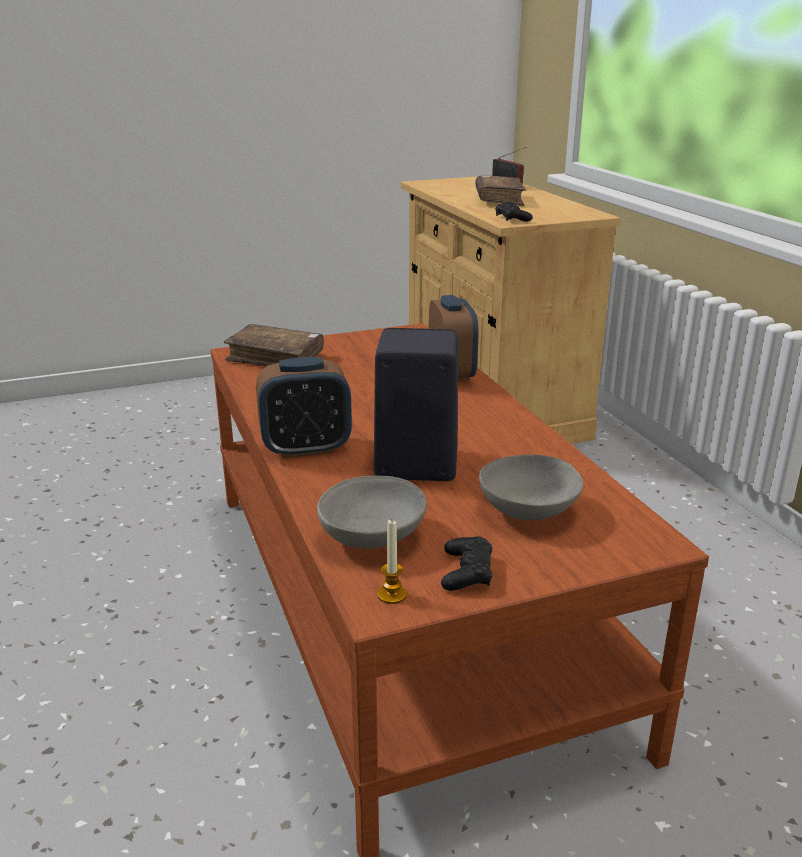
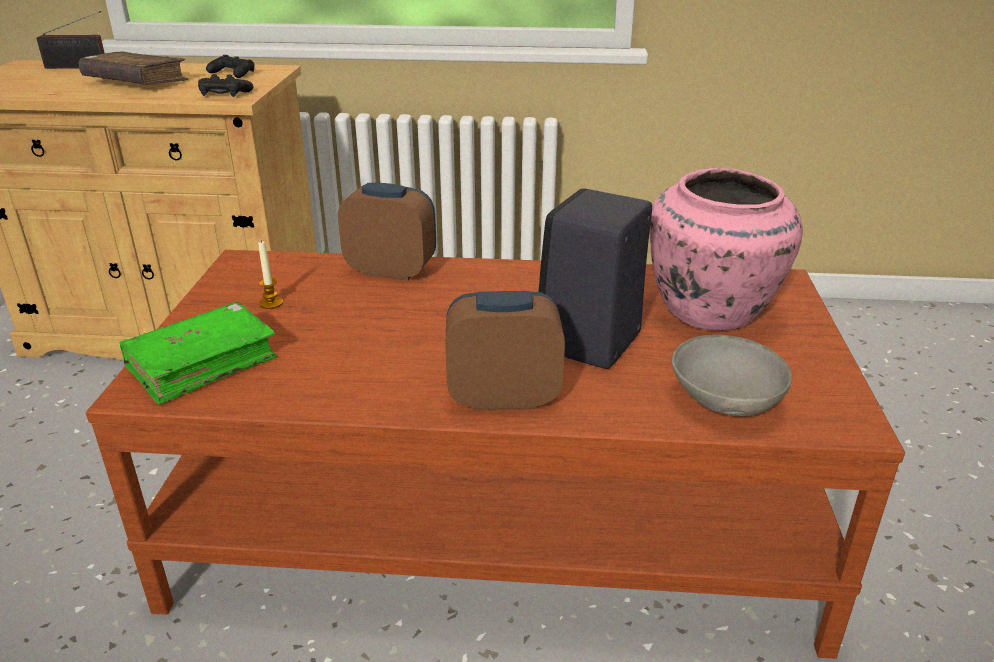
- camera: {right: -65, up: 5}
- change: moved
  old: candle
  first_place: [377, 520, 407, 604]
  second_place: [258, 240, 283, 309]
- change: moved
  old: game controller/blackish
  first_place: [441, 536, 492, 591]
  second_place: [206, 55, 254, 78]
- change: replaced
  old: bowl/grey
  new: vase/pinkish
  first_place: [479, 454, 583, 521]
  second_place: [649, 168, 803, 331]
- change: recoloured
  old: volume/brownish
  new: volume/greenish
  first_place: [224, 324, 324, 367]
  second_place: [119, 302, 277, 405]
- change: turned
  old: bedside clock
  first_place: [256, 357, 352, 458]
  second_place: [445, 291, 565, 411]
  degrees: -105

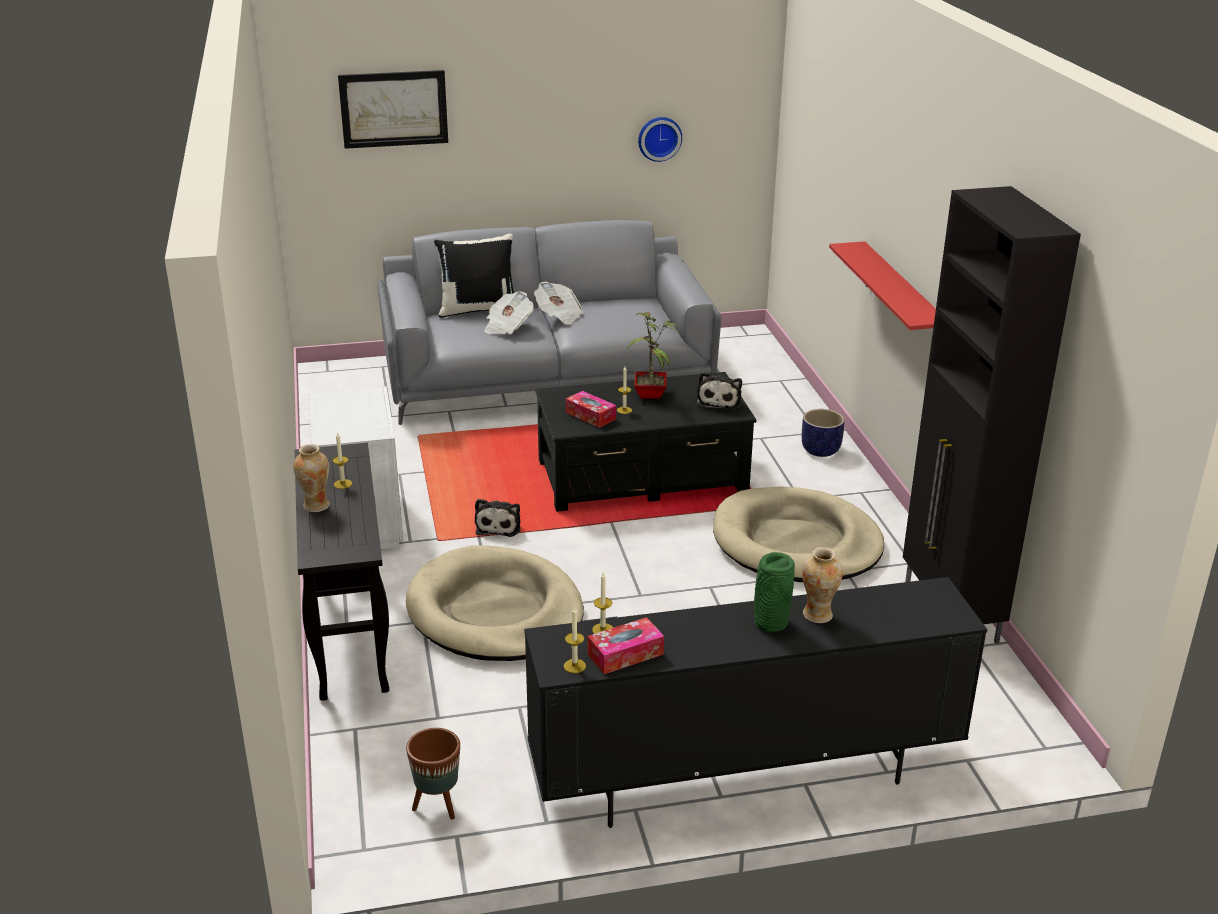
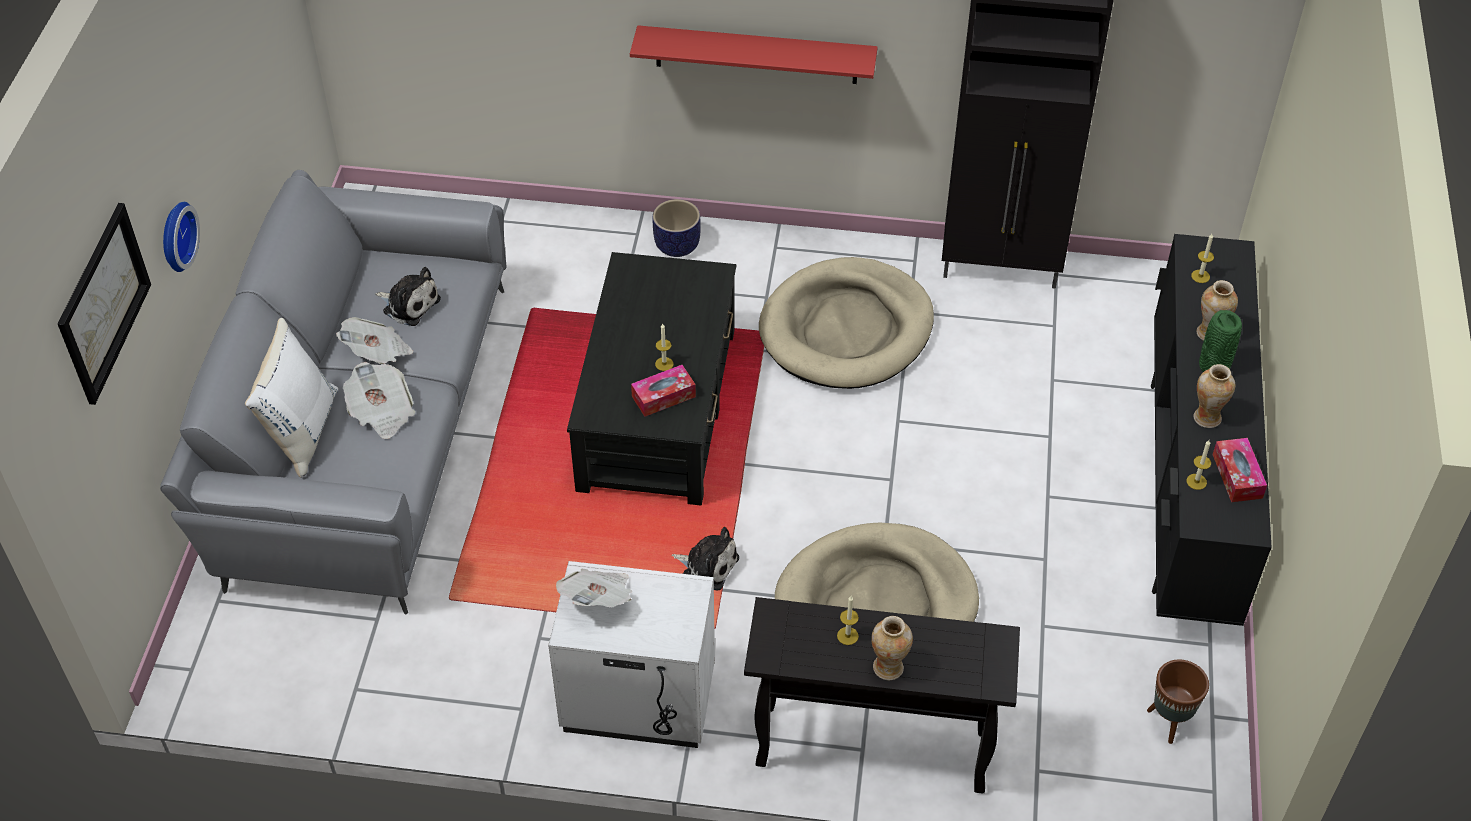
- camera: {right: -70, up: 20}
- change: removed
  old: potted plant
  first_place: [627, 312, 679, 399]
- change: added
  new: newspaper
  second_place: [556, 569, 632, 607]
- change: added
  new: vase
  second_place: [1194, 364, 1235, 428]
- change: moved
  old: candle
  first_place: [564, 606, 586, 673]
  second_place: [1191, 234, 1214, 283]
- change: moved
  old: hanging clock
  first_place: [638, 117, 682, 162]
  second_place: [163, 202, 200, 272]
- change: moved
  old: cuddly toy
  first_place: [697, 372, 742, 410]
  second_place: [376, 267, 441, 326]
- change: recoloured
  old: throw pillow/blackish
  new: throw pillow/whitish
  first_place: [434, 234, 514, 318]
  second_place: [245, 318, 338, 478]

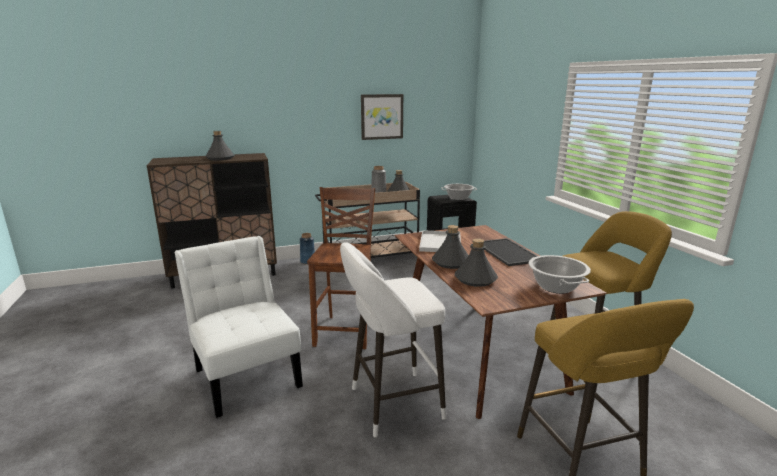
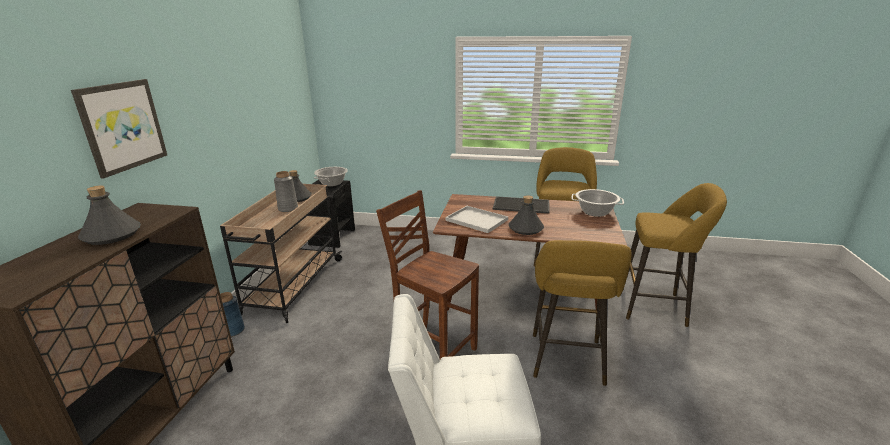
- camera: {right: -60, up: 5}
- change: removed
  old: drink bottle/grey
  first_place: [455, 239, 498, 287]
- change: moved
  old: wall picture
  first_place: [361, 94, 403, 140]
  second_place: [71, 79, 167, 178]
- change: recoloured
  old: sitting stool/whitish
  new: sitting stool/yellow
  first_place: [340, 242, 446, 437]
  second_place: [533, 240, 632, 386]

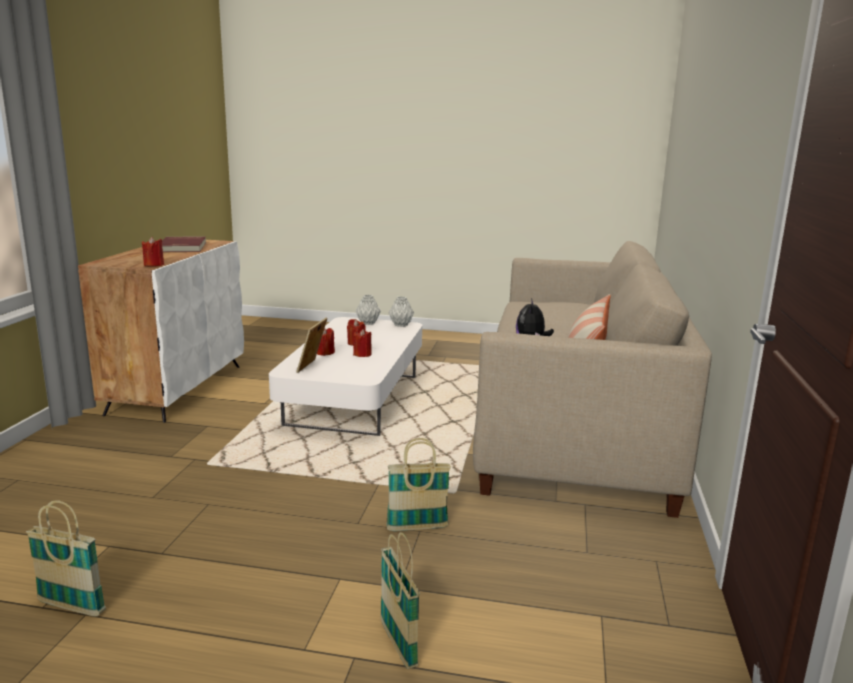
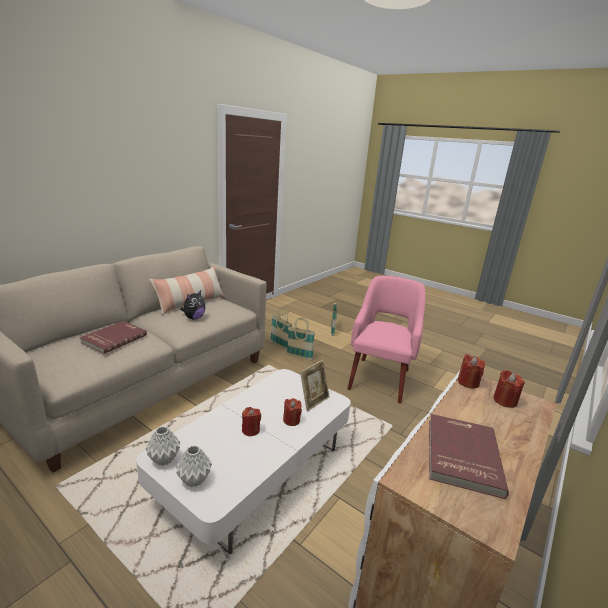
- camera: {right: -155, up: 5}
- change: added
  new: volume/reddish
  second_place: [80, 321, 147, 354]
- change: added
  new: lounge chair/pinkish
  second_place: [347, 276, 426, 404]
- change: moved
  old: basket
  first_place: [26, 500, 106, 616]
  second_place: [270, 308, 292, 350]
- change: moved
  old: candle/reddish
  first_place: [353, 329, 372, 357]
  second_place: [493, 370, 525, 408]

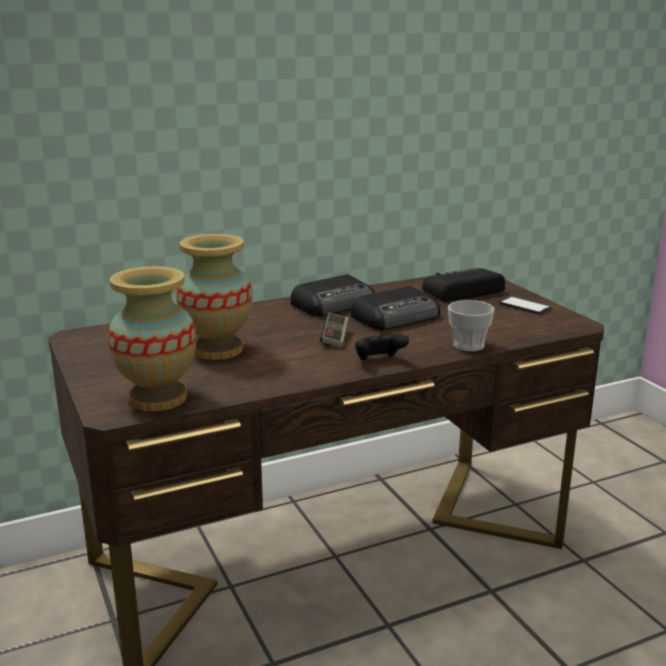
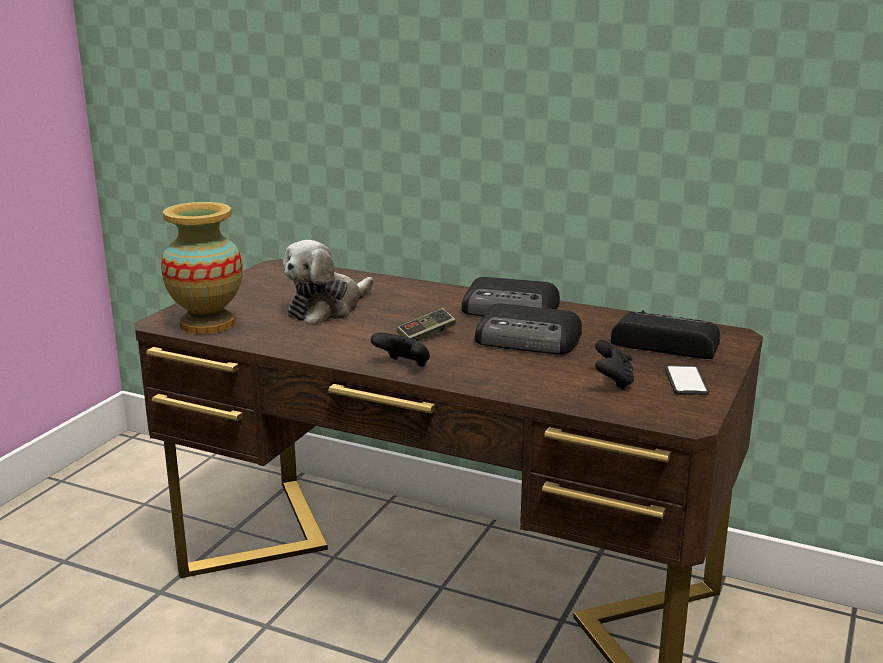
- camera: {right: 50, up: 0}
- change: removed
  old: drinking cup
  first_place: [448, 300, 494, 352]
- change: added
  new: game controller/blackish
  second_place: [595, 340, 634, 390]
- change: replaced
  old: vase
  new: cuddly toy
  first_place: [176, 234, 252, 360]
  second_place: [283, 240, 374, 325]

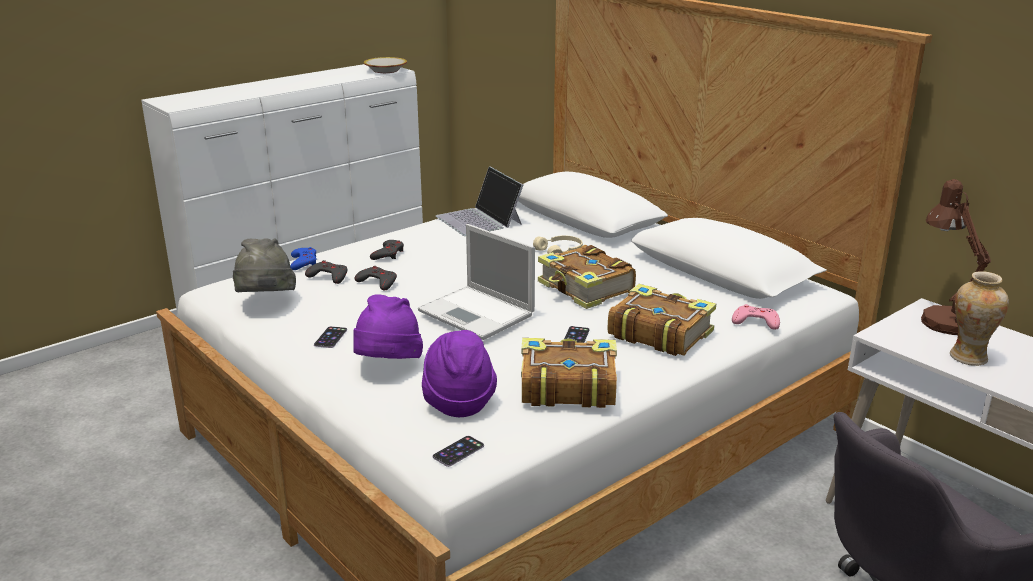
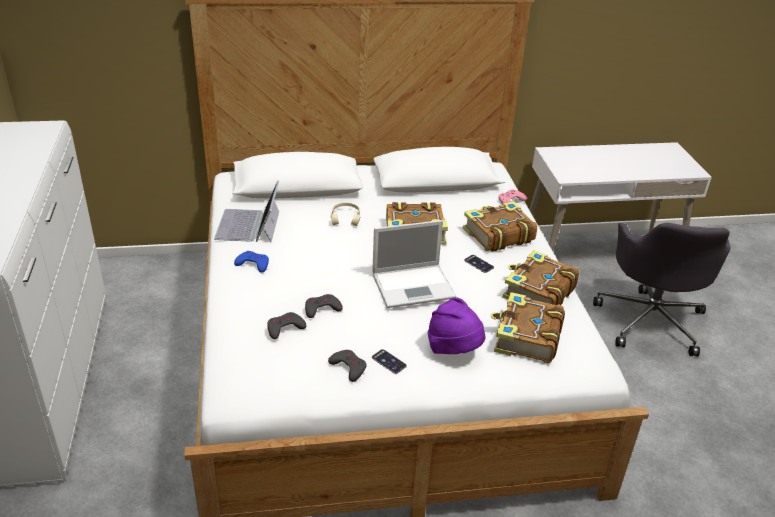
- camera: {right: -60, up: 10}
- change: removed
  old: clothing hat/grey
  first_place: [233, 238, 296, 292]
- change: removed
  old: bowl
  first_place: [364, 57, 407, 73]
- change: removed
  old: telephone
  first_place: [432, 436, 484, 467]
- change: removed
  old: lamp for a table/brownish
  first_place: [921, 179, 991, 335]
- change: removed
  old: vase
  first_place: [950, 271, 1009, 366]
- change: moved
  old: game controller/blue
  first_place: [290, 247, 316, 270]
  second_place: [234, 251, 269, 273]
- change: moved
  old: game controller/grey
  first_place: [370, 240, 404, 260]
  second_place: [328, 350, 367, 382]
- change: replaced
  old: clothing hat/purple-coloured
  new: volume
  first_place: [422, 330, 497, 417]
  second_place: [490, 292, 565, 363]
- change: turned
  old: notebook computer
  first_place: [436, 166, 523, 236]
  second_place: [214, 180, 279, 242]
  degrees: 90

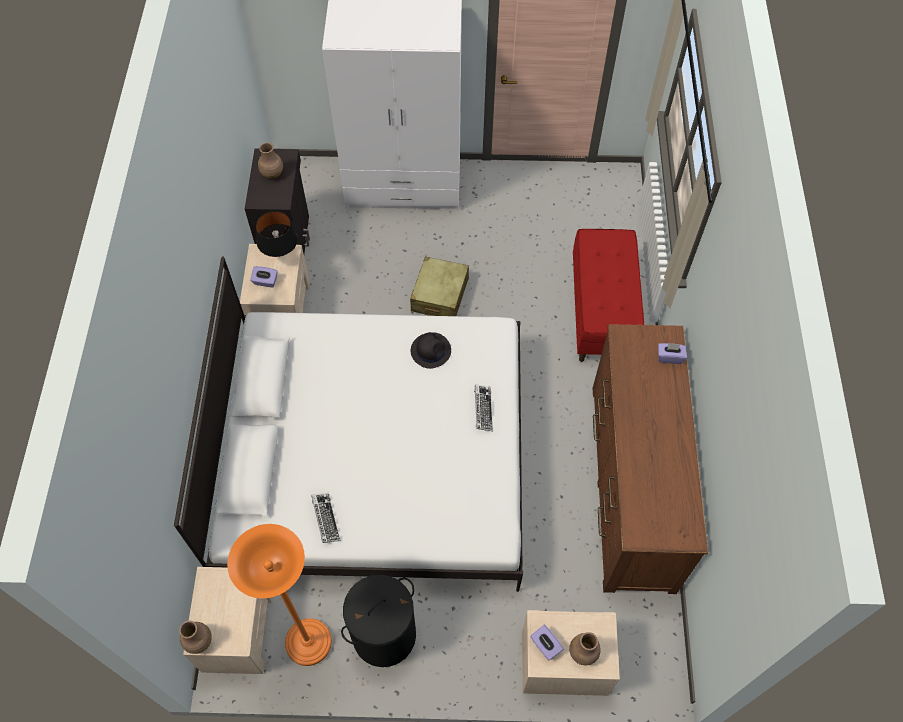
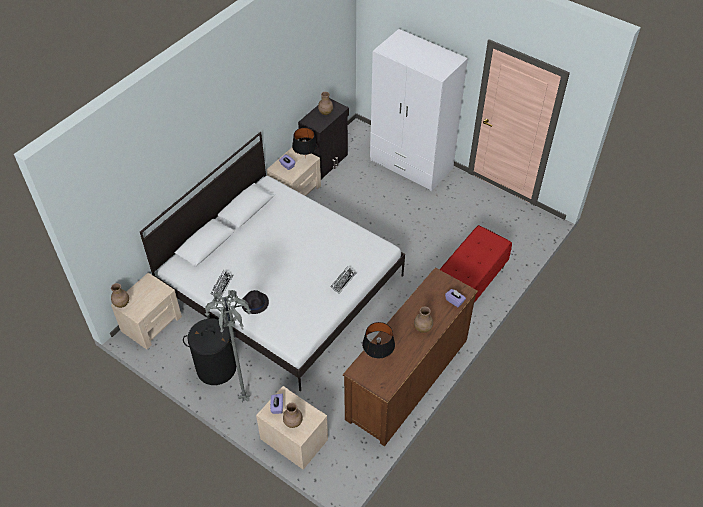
- camera: {right: 35, up: -10}
- change: removed
  old: floor lamp/orangey
  first_place: [227, 524, 332, 666]
- change: removed
  old: suitcase/beige-coloured
  first_place: [410, 257, 469, 316]
- change: added
  new: floor lamp/grey
  second_place: [205, 290, 251, 403]
- change: added
  new: lamp for a table/blackish
  second_place: [362, 322, 395, 358]
- change: added
  new: vase/brownish
  second_place: [414, 306, 433, 333]
- change: moved
  old: clothing hat/blackish
  first_place: [411, 332, 451, 369]
  second_place: [242, 290, 269, 314]

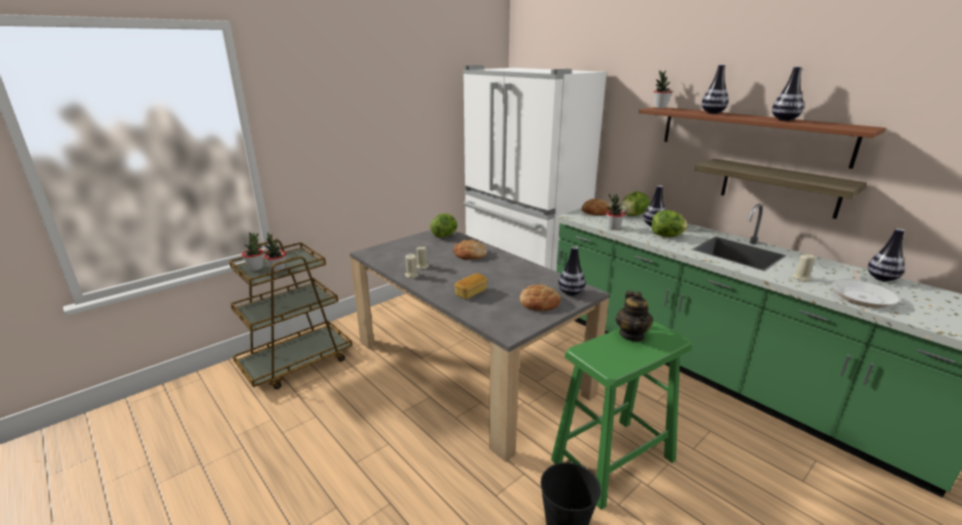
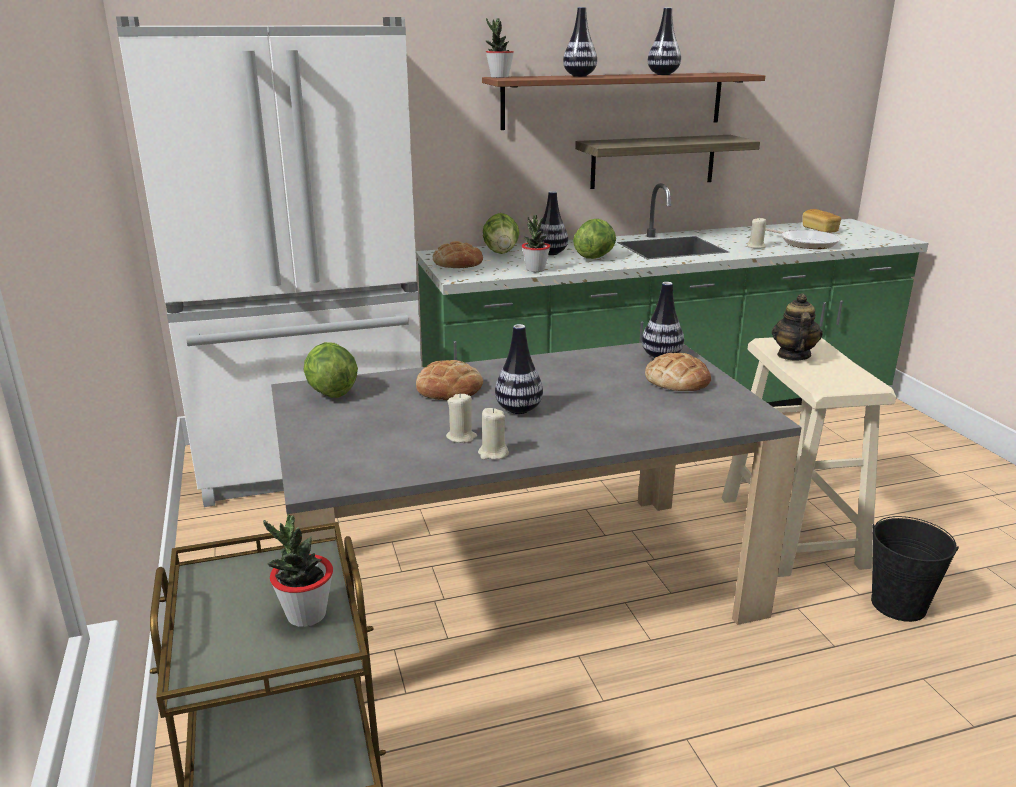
- camera: {right: -65, up: 0}
- change: removed
  old: potted plant
  first_place: [242, 232, 263, 271]
- change: moved
  old: baked bread
  first_place: [455, 273, 488, 299]
  second_place: [803, 209, 841, 233]
- change: moved
  old: vase
  first_place: [868, 228, 905, 282]
  second_place: [495, 324, 543, 414]
- change: recoloured
  old: sitting stool/greenish
  new: sitting stool/beige-coloured
  first_place: [551, 321, 693, 510]
  second_place: [722, 337, 896, 577]
- change: turned
  old: tea pot
  first_place: [616, 291, 653, 342]
  second_place: [772, 293, 823, 361]
  degrees: -105

